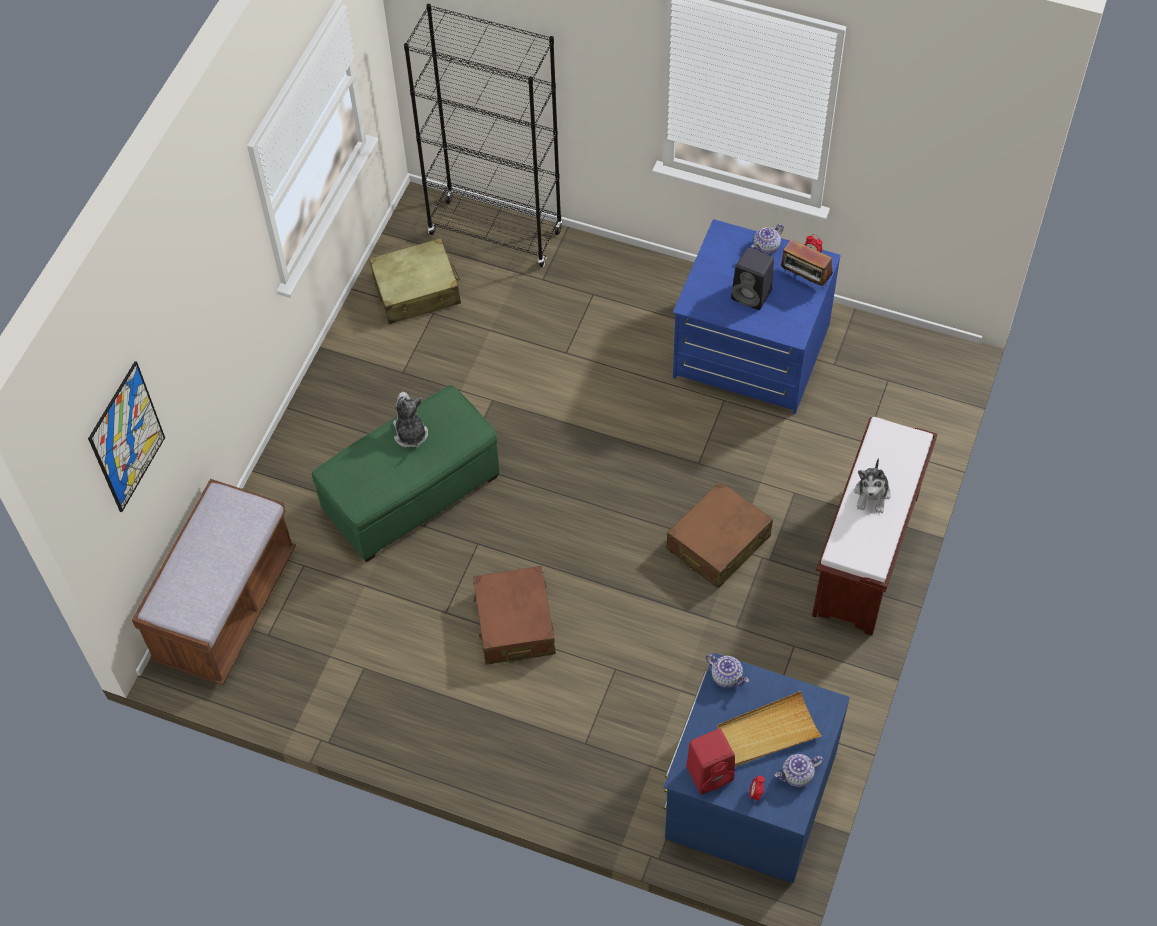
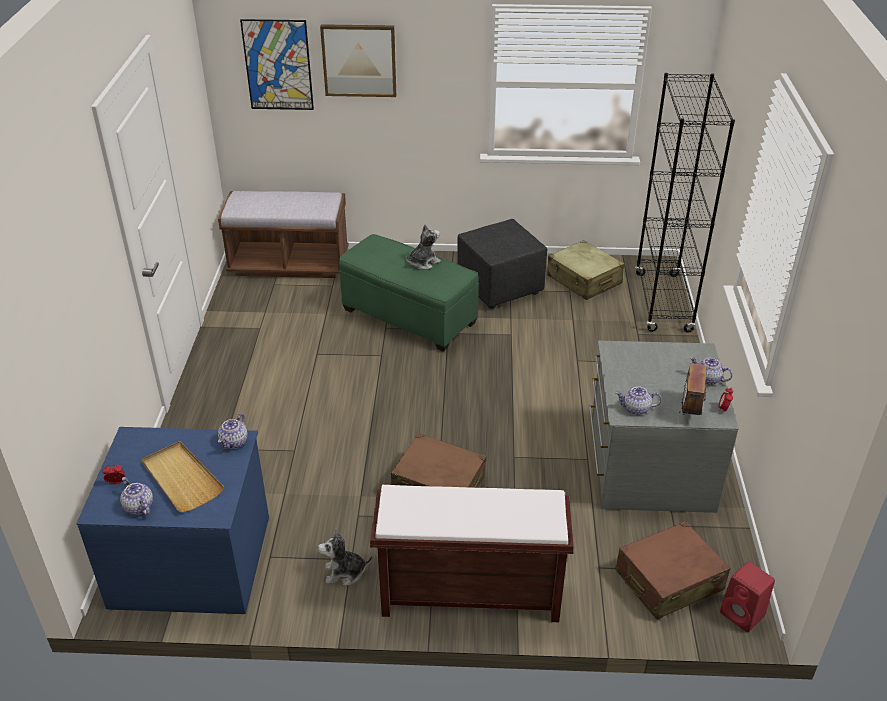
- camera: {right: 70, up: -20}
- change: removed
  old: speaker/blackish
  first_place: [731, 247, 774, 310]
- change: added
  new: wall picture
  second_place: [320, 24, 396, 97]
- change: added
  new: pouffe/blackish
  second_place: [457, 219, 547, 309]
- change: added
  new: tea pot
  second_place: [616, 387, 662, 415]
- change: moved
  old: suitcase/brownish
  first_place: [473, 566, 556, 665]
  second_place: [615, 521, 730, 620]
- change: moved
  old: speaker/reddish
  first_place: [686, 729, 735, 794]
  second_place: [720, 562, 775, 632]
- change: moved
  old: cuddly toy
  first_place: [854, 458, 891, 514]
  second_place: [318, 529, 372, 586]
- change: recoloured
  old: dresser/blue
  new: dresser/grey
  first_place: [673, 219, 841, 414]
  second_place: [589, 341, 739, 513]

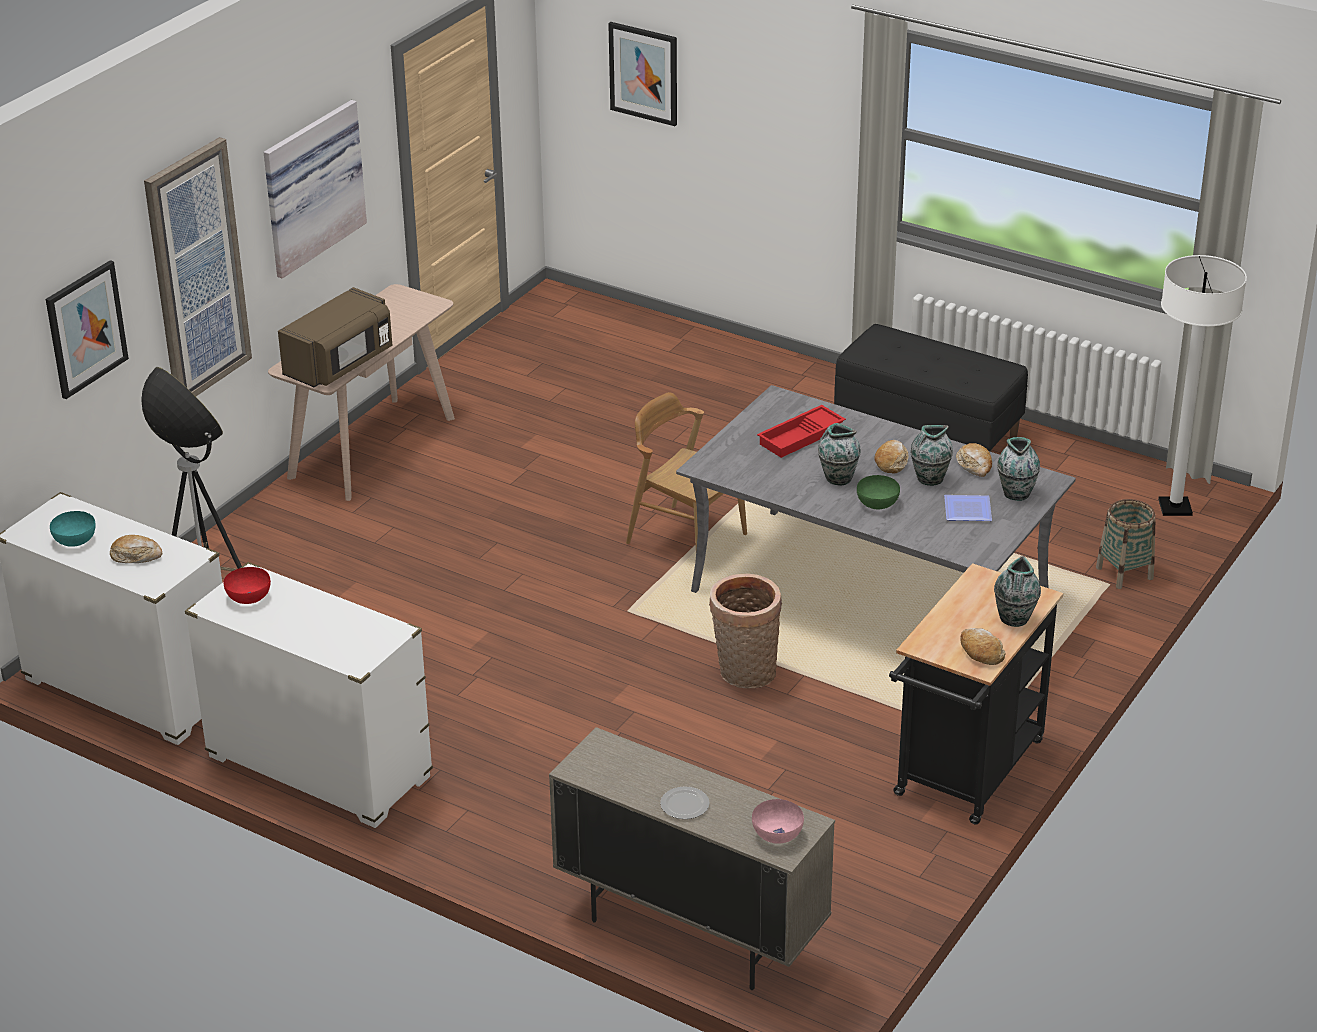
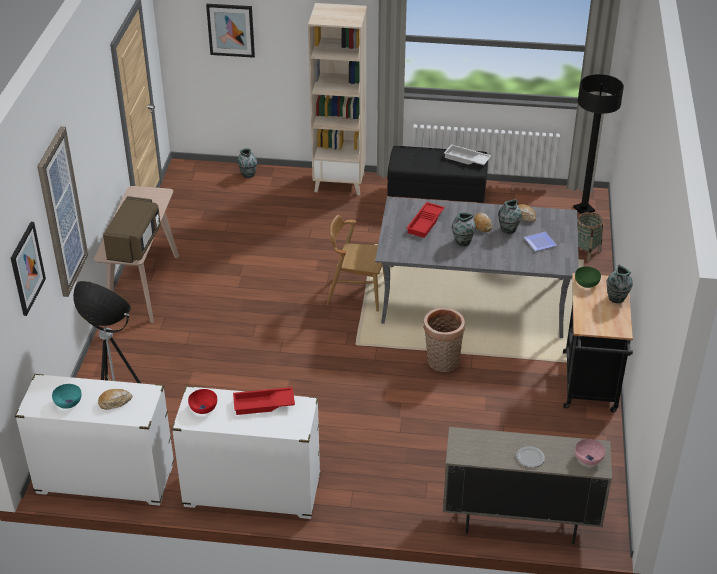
- camera: {right: -25, up: 5}
- change: removed
  old: wall picture
  first_place: [264, 100, 367, 278]
- change: removed
  old: baked bread
  first_place: [960, 628, 1006, 665]
- change: added
  new: carrying tray/reddish
  second_place: [233, 387, 295, 415]
- change: added
  new: bookshelf/beige-coloured
  second_place: [308, 3, 367, 195]
- change: added
  new: carrying tray/whitish
  second_place: [444, 144, 491, 165]
- change: moved
  old: bowl/greenish
  first_place: [857, 475, 900, 509]
  second_place: [575, 266, 601, 288]
- change: moved
  old: vase
  first_place: [997, 437, 1040, 501]
  second_place: [237, 148, 257, 178]
- change: recoloured
  old: floor lamp/whitish
  new: floor lamp/blackish
  first_place: [1158, 255, 1247, 516]
  second_place: [573, 74, 624, 214]

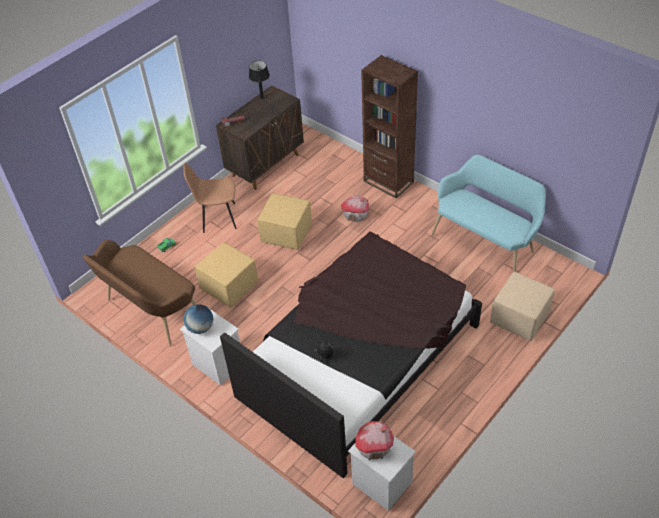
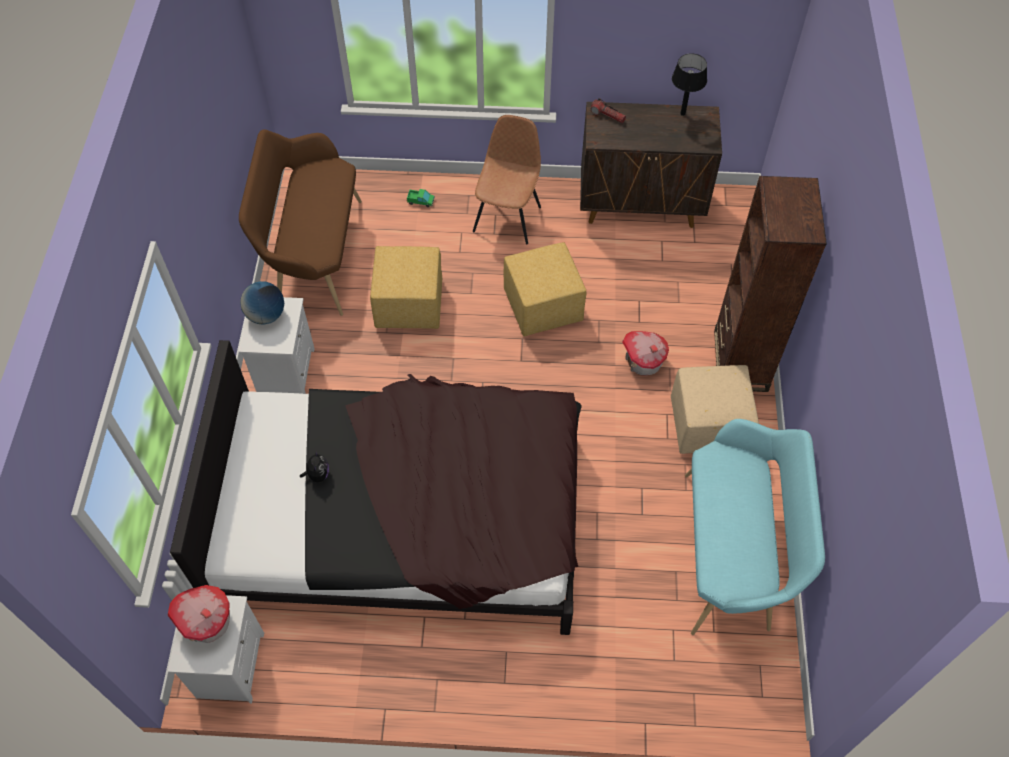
- camera: {right: 50, up: 10}
- change: moved
  old: pouffe/beige-coloured
  first_place: [490, 272, 555, 341]
  second_place: [671, 365, 759, 454]
- change: turned
  old: upright chair/brownish
  first_place: [184, 163, 237, 233]
  second_place: [473, 115, 541, 244]
  degrees: 60

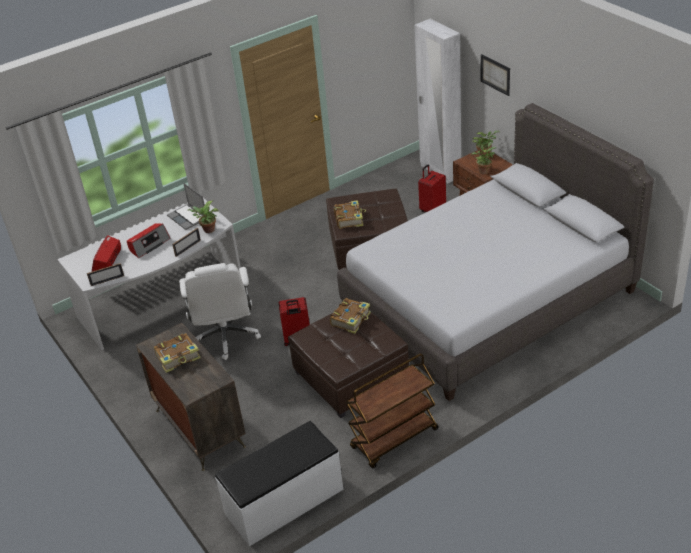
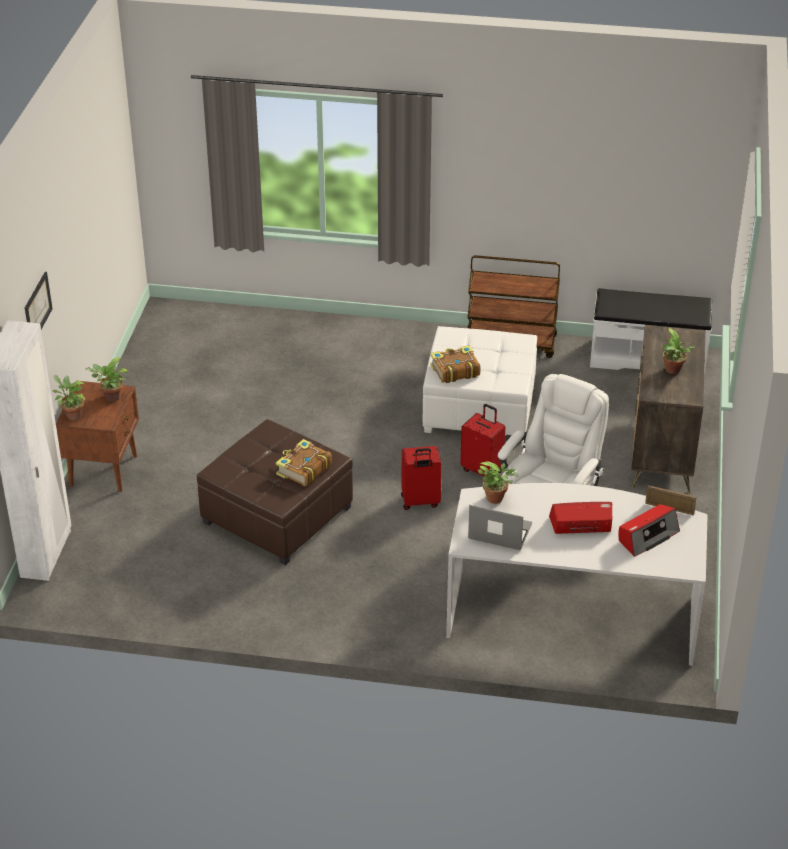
- camera: {right: -140, up: 0}
- change: removed
  old: standing frame
  first_place: [172, 228, 201, 257]
- change: removed
  old: bed/grey
  first_place: [337, 103, 654, 401]
- change: moved
  old: suitcase/reddish
  first_place: [418, 164, 446, 212]
  second_place: [401, 446, 442, 510]
- change: replaced
  old: volume
  new: potted plant
  first_place: [154, 333, 200, 373]
  second_place: [662, 328, 696, 374]
- change: recoloured
  old: pouffe/brownish
  new: pouffe/whitish
  first_place: [288, 301, 409, 418]
  second_place: [423, 326, 537, 442]
- change: turned
  old: notebook computer
  first_place: [167, 183, 205, 230]
  second_place: [468, 505, 532, 550]
  degrees: -75

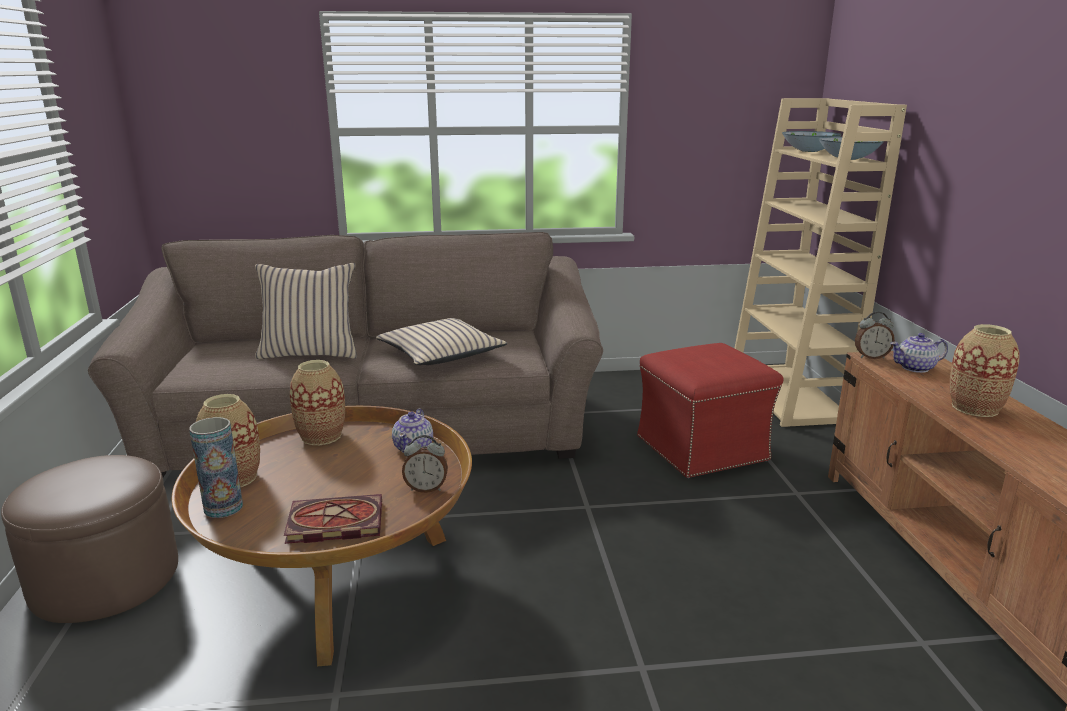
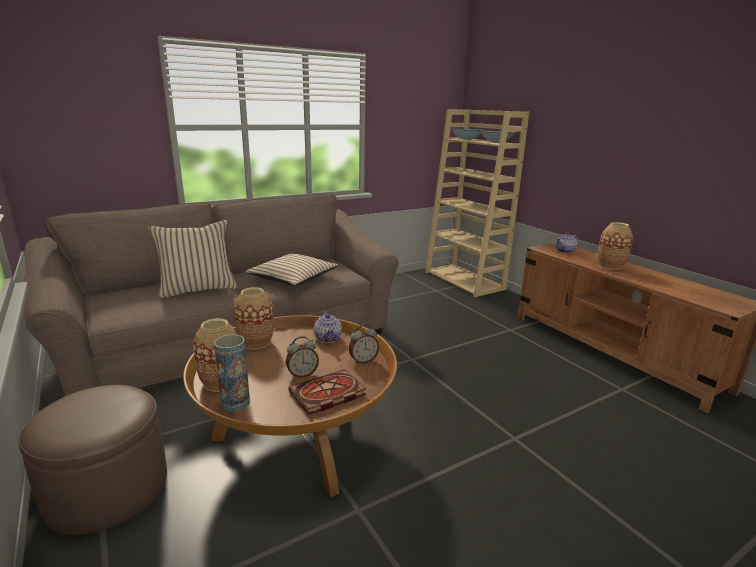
- camera: {right: -25, up: 0}
- change: removed
  old: pouffe/reddish
  first_place: [637, 343, 783, 478]
- change: moved
  old: bedside clock
  first_place: [855, 311, 895, 359]
  second_place: [286, 336, 319, 378]

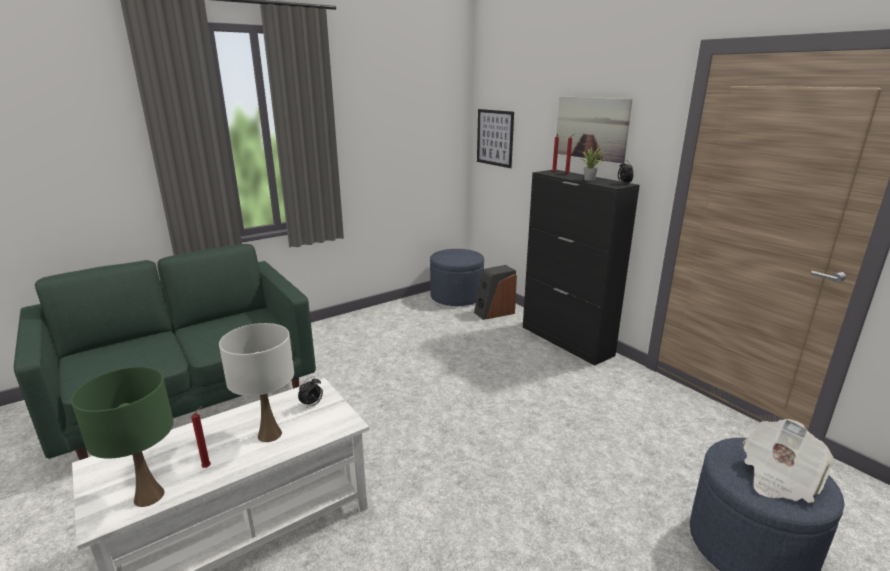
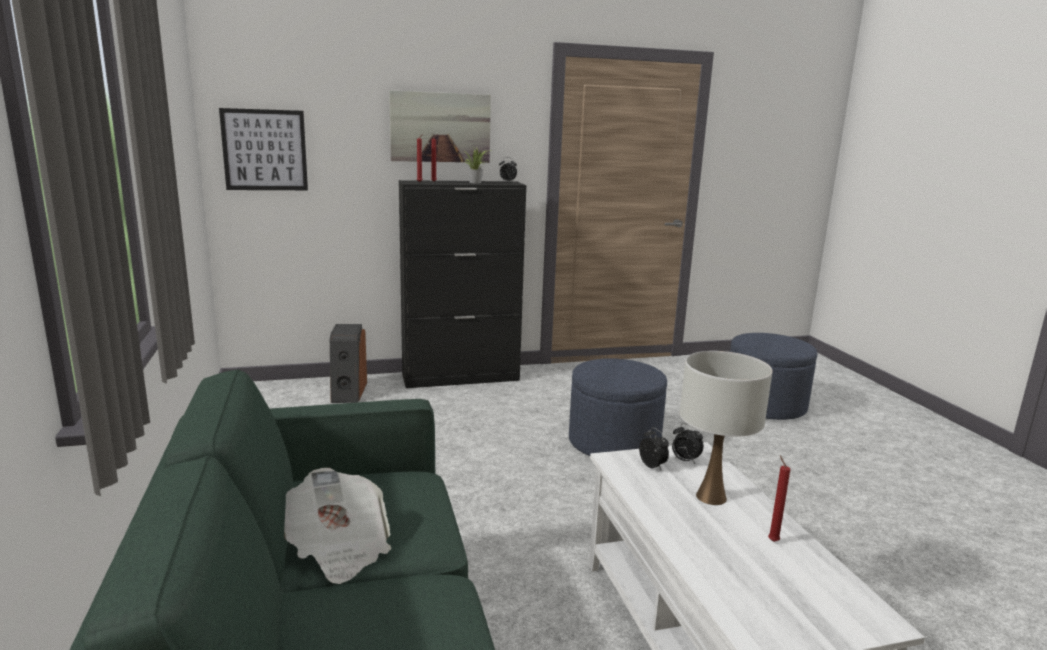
- camera: {right: -70, up: -5}
- change: removed
  old: lamp for a table/greenish
  first_place: [71, 367, 174, 507]
- change: added
  new: bedside clock
  second_place: [672, 423, 704, 464]
- change: moved
  old: pouffe/blue
  first_place: [430, 249, 484, 306]
  second_place: [569, 358, 667, 456]
- change: moved
  old: newspaper
  first_place: [743, 419, 834, 503]
  second_place: [284, 468, 391, 584]

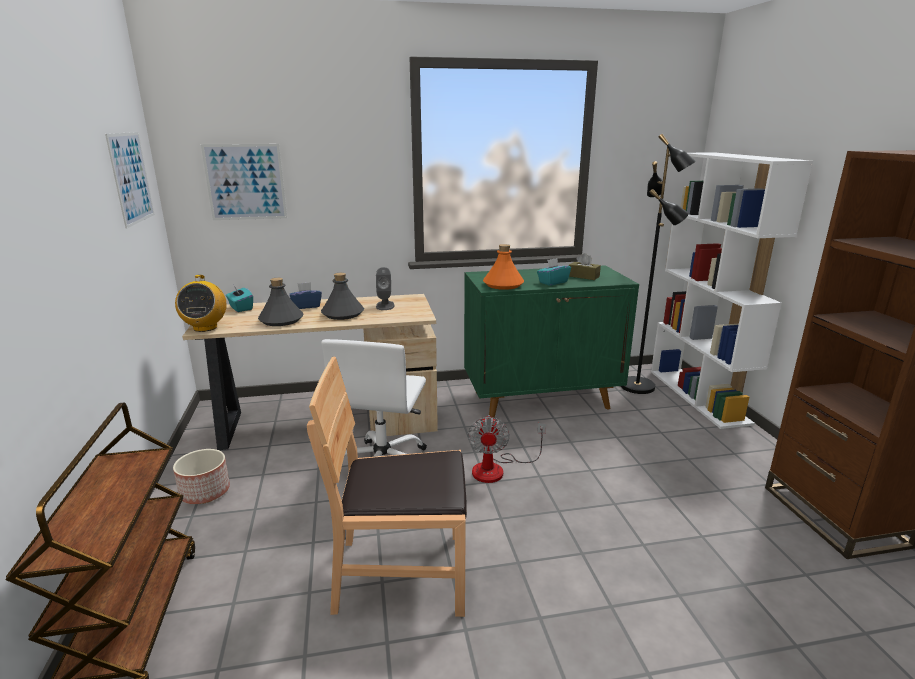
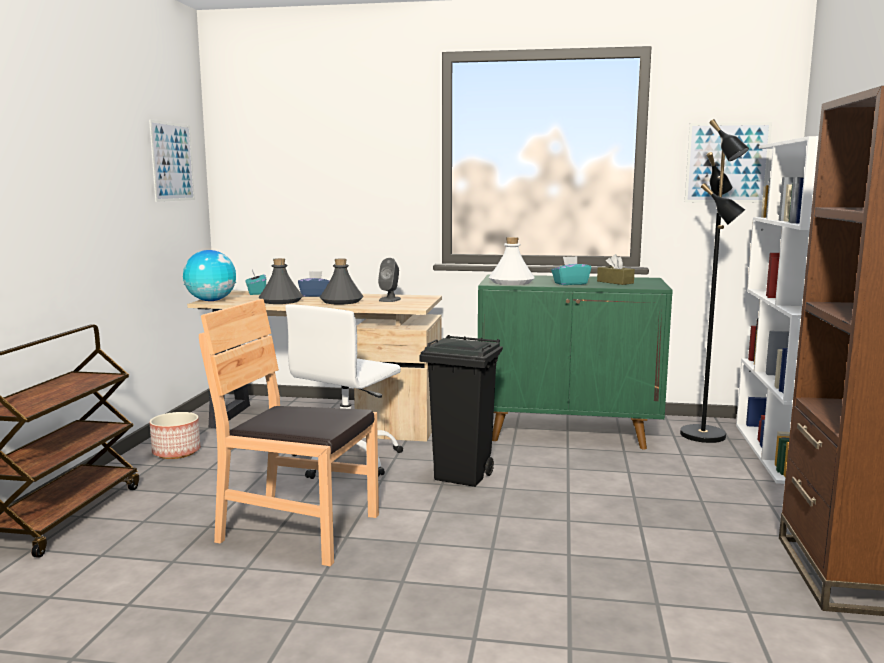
- camera: {right: 20, up: -10}
- change: moved
  old: wall picture
  first_place: [201, 144, 287, 220]
  second_place: [685, 122, 772, 203]
- change: replaced
  old: radio
  new: globe
  first_place: [175, 275, 227, 332]
  second_place: [183, 250, 236, 301]
- change: replaced
  old: cooling fan
  new: waste bin/blackish
  first_place: [468, 415, 546, 483]
  second_place: [419, 335, 503, 487]
- change: recoloured
  old: drink bottle/orangey
  new: drink bottle/whitish
  first_place: [483, 244, 524, 290]
  second_place: [489, 237, 535, 285]

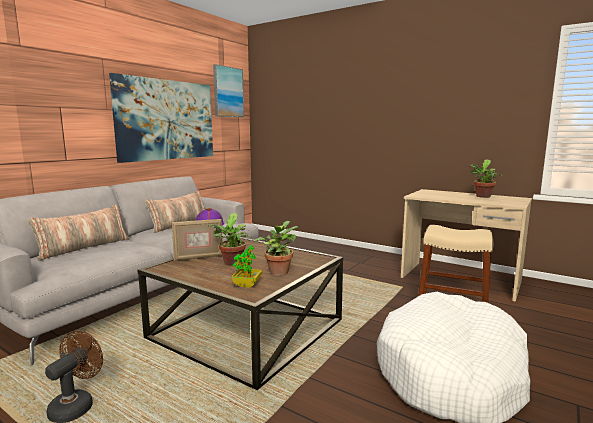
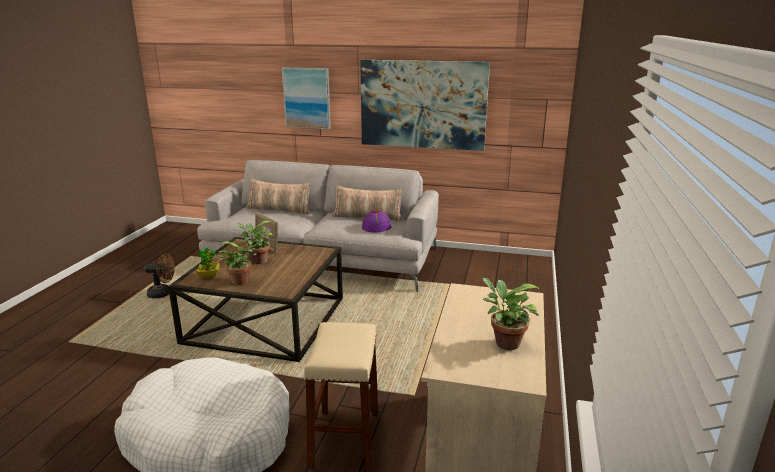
- camera: {right: 70, up: 10}
- change: moved
  old: wall picture
  first_place: [213, 64, 244, 118]
  second_place: [282, 67, 331, 129]

